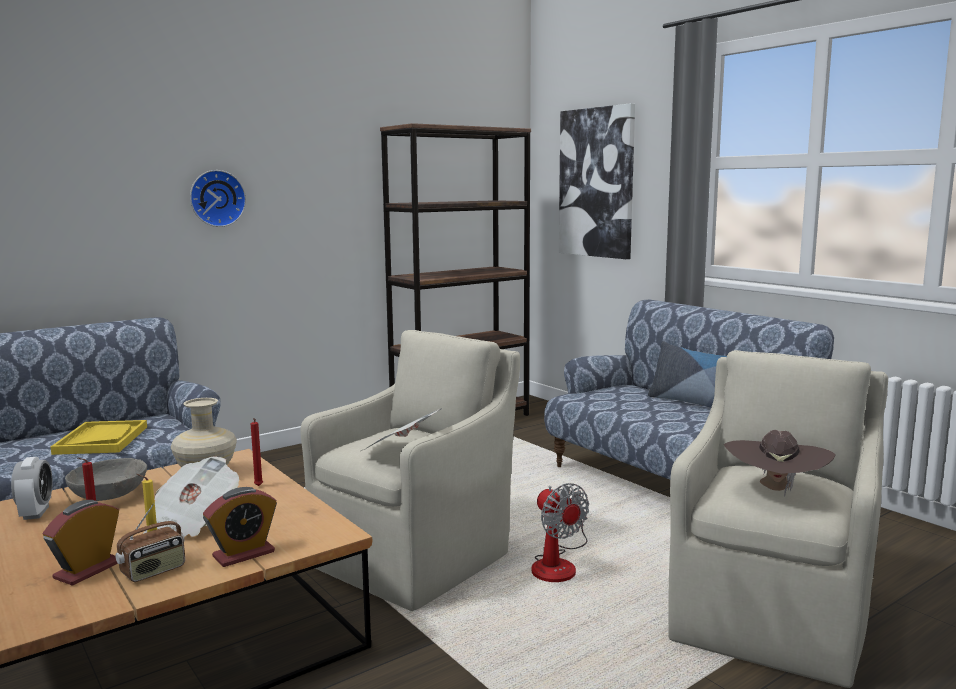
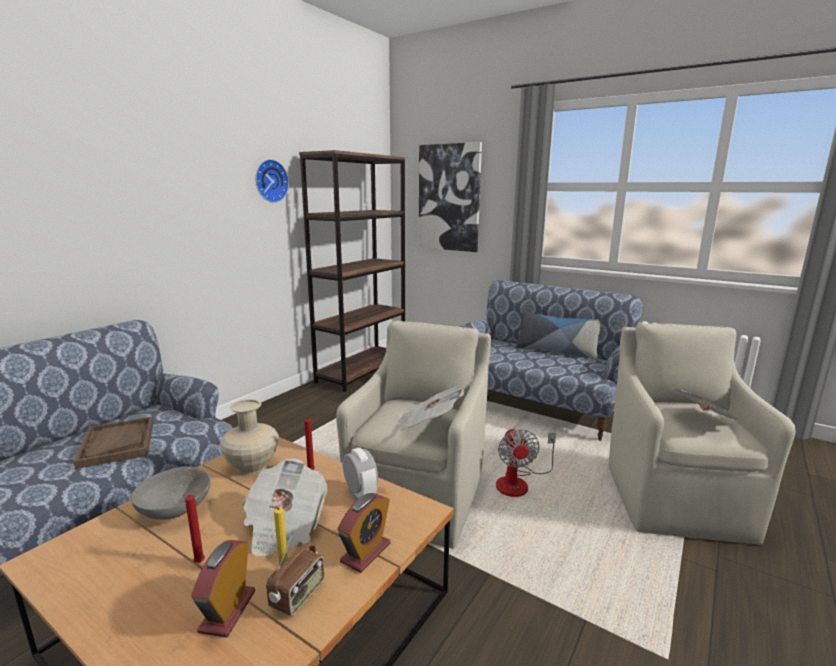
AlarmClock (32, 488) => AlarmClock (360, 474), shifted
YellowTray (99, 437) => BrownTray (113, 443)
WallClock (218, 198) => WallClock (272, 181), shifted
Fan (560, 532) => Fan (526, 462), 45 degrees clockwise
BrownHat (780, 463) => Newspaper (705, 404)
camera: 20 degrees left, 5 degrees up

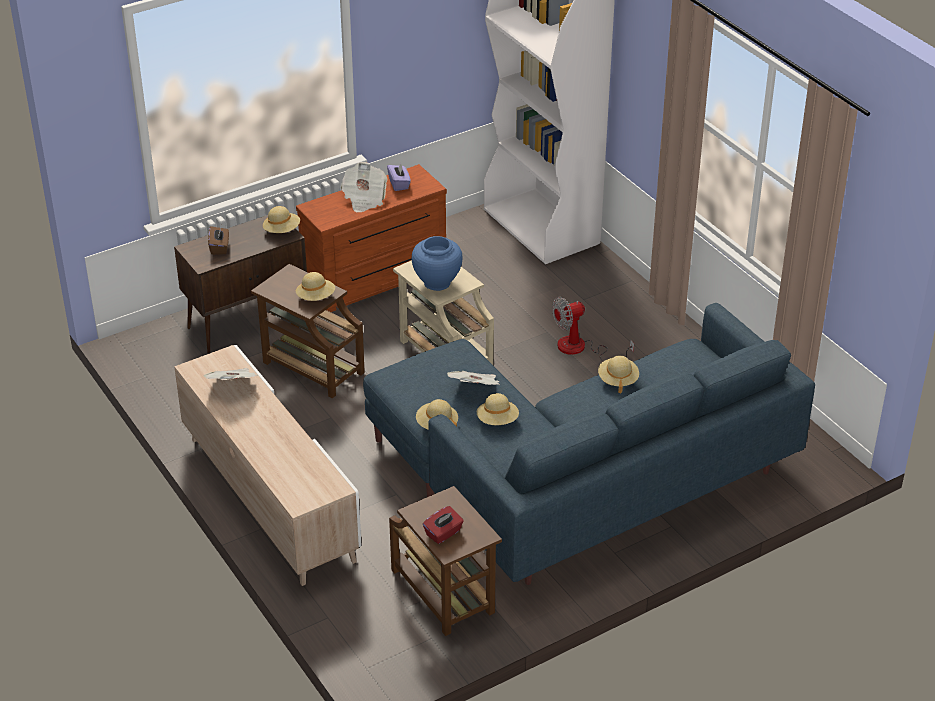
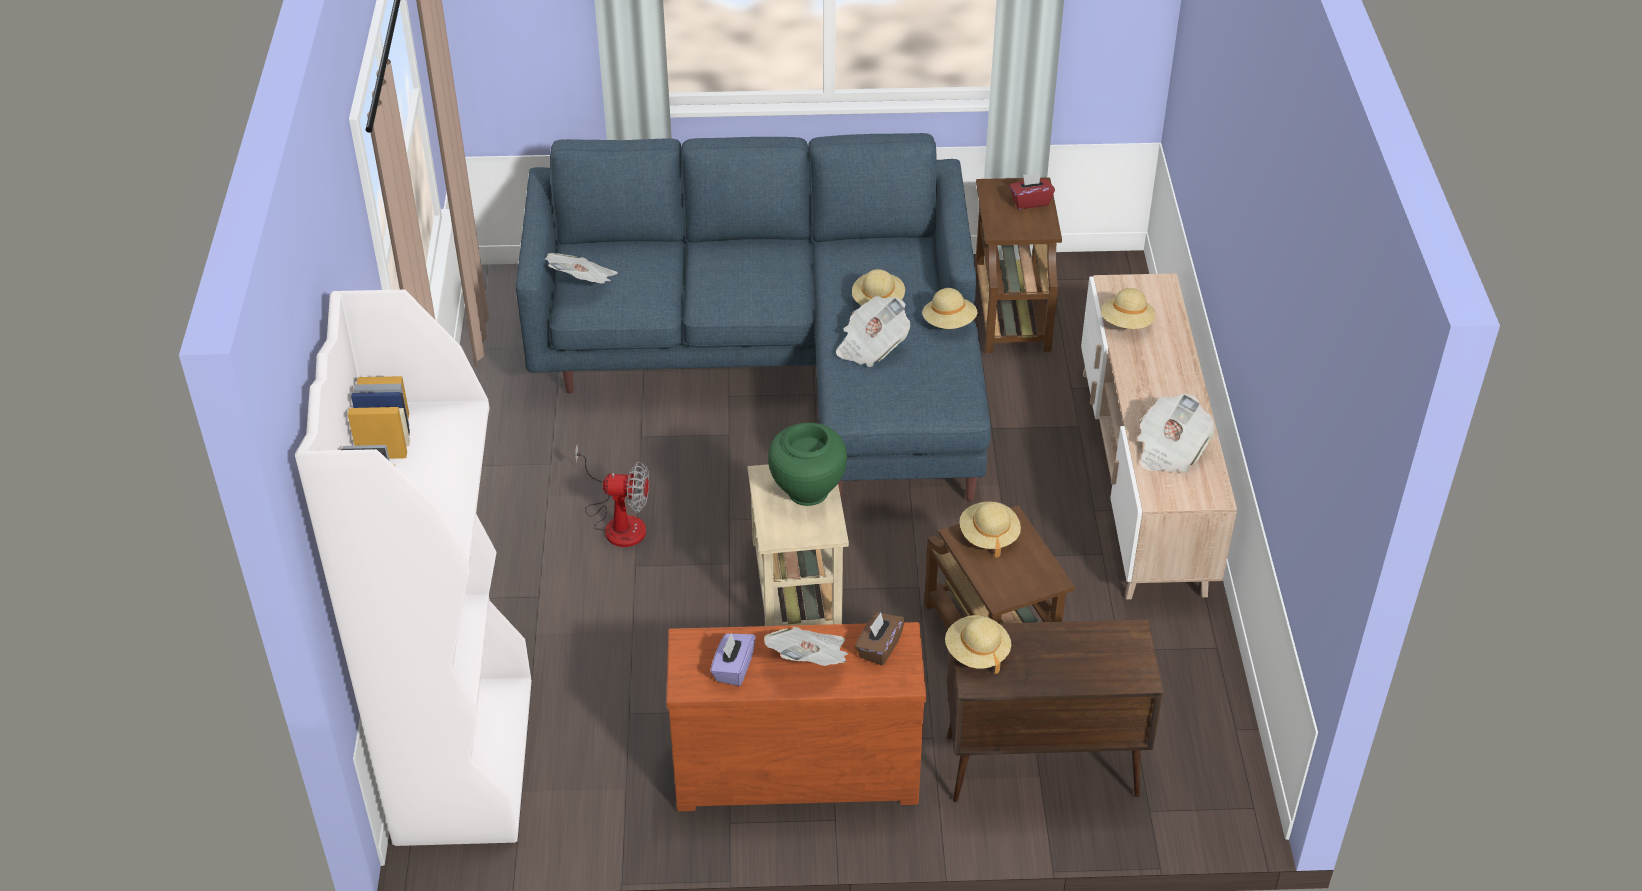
BrownTissueBox (218, 240) => BrownTissueBox (880, 638), shifted
BlueVase (437, 263) => GreenVase (807, 464)
BeigeHat (618, 374) => BeigeHat (1128, 308), shifted
nothing => Newspaper (581, 268)
camera: 150 degrees left, 5 degrees up

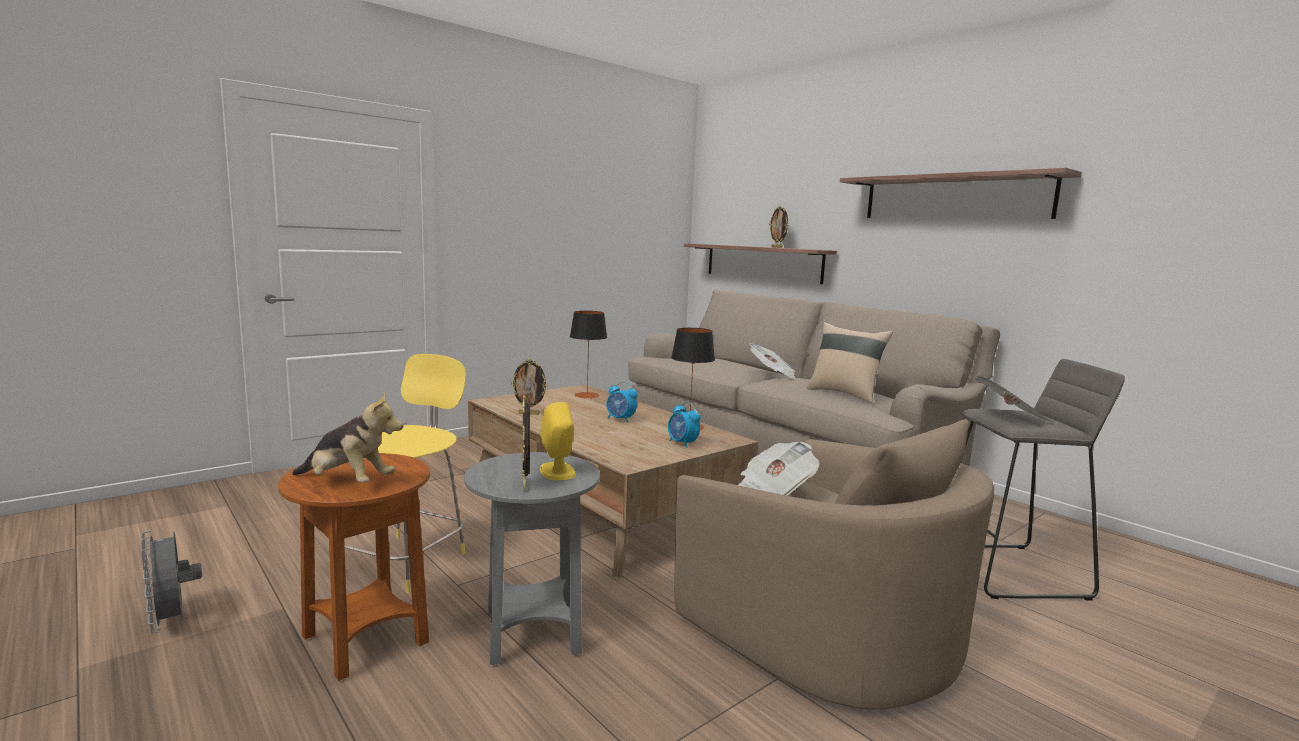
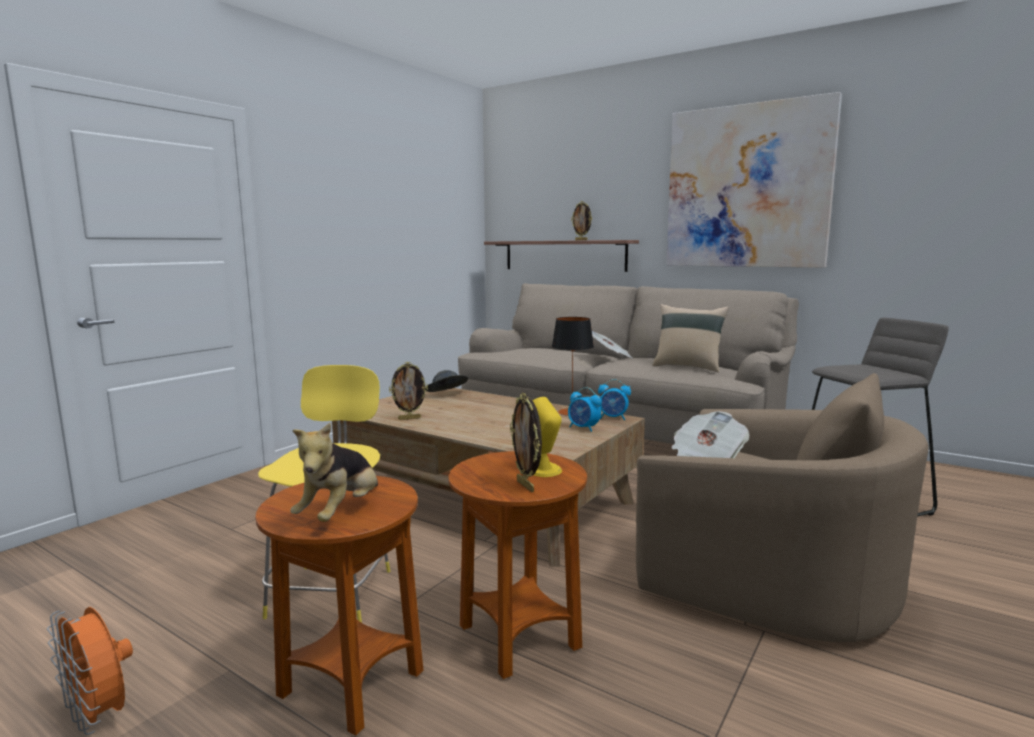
GreyFan (171, 581) => OrangeFan (90, 671)
PlushToy (347, 437) => PlushToy (334, 472), 105 degrees clockwise
GreySideTable (532, 558) => BrownSideTable (517, 565)
TableLamp (588, 354) => GreyHat (446, 381)
AlarmClock (622, 402) => AlarmClock (614, 399), shifted
Shelf (961, 193) => Picture (754, 180)
Newspaper (1013, 399) => nothing
camera: 15 degrees left, 0 degrees up

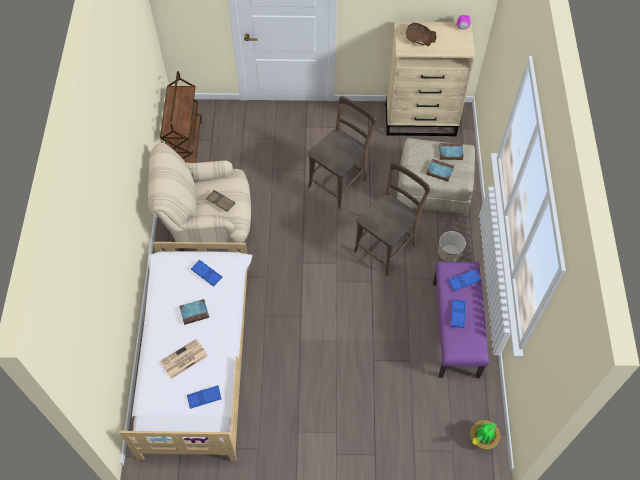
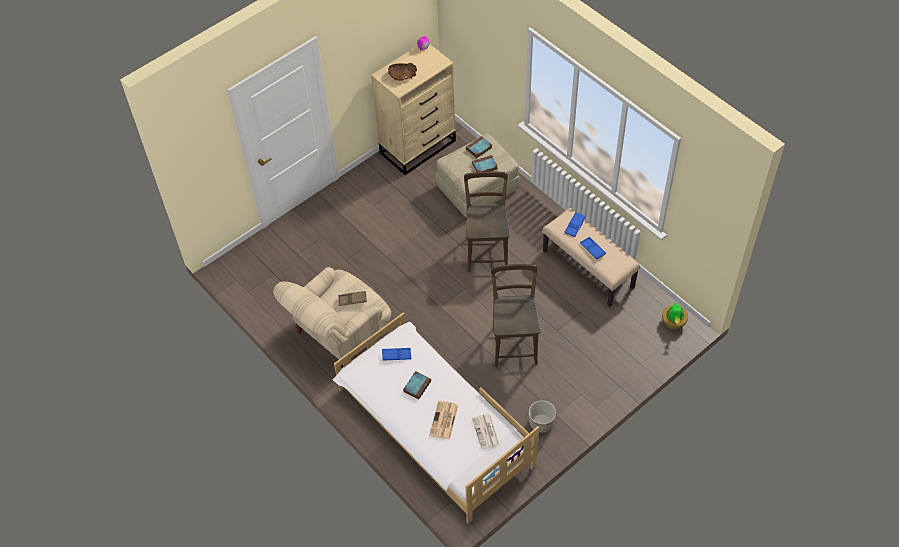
BrownCart (181, 117) => nothing
BlueTray (204, 397) => Newspaper (485, 431)
BrownChair (342, 152) => BrownChair (516, 315), shifted
PurpleBench (461, 319) => BeigeBench (591, 257)
Planter (452, 246) => Planter (542, 416), shifted
camera: 40 degrees left, 5 degrees down

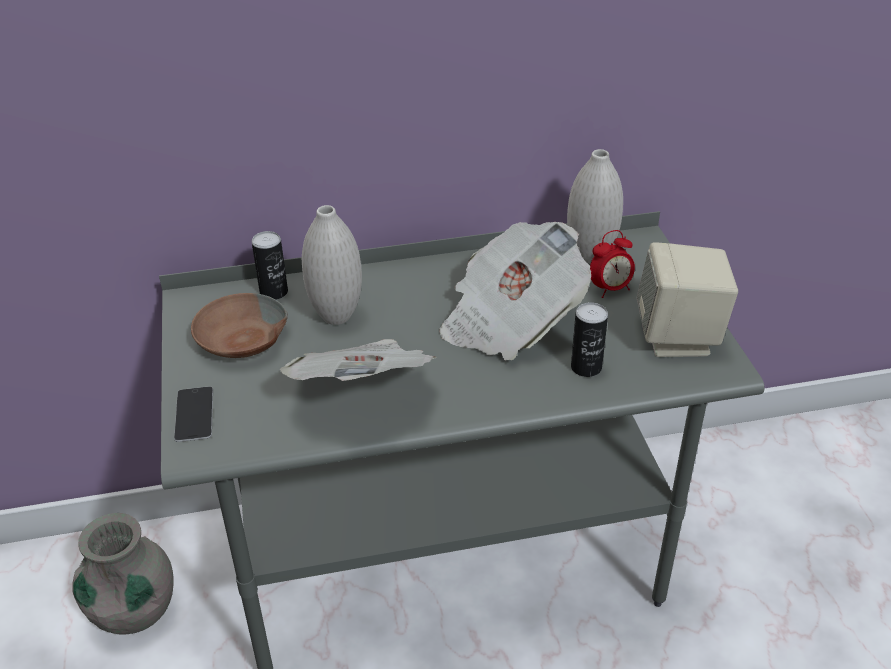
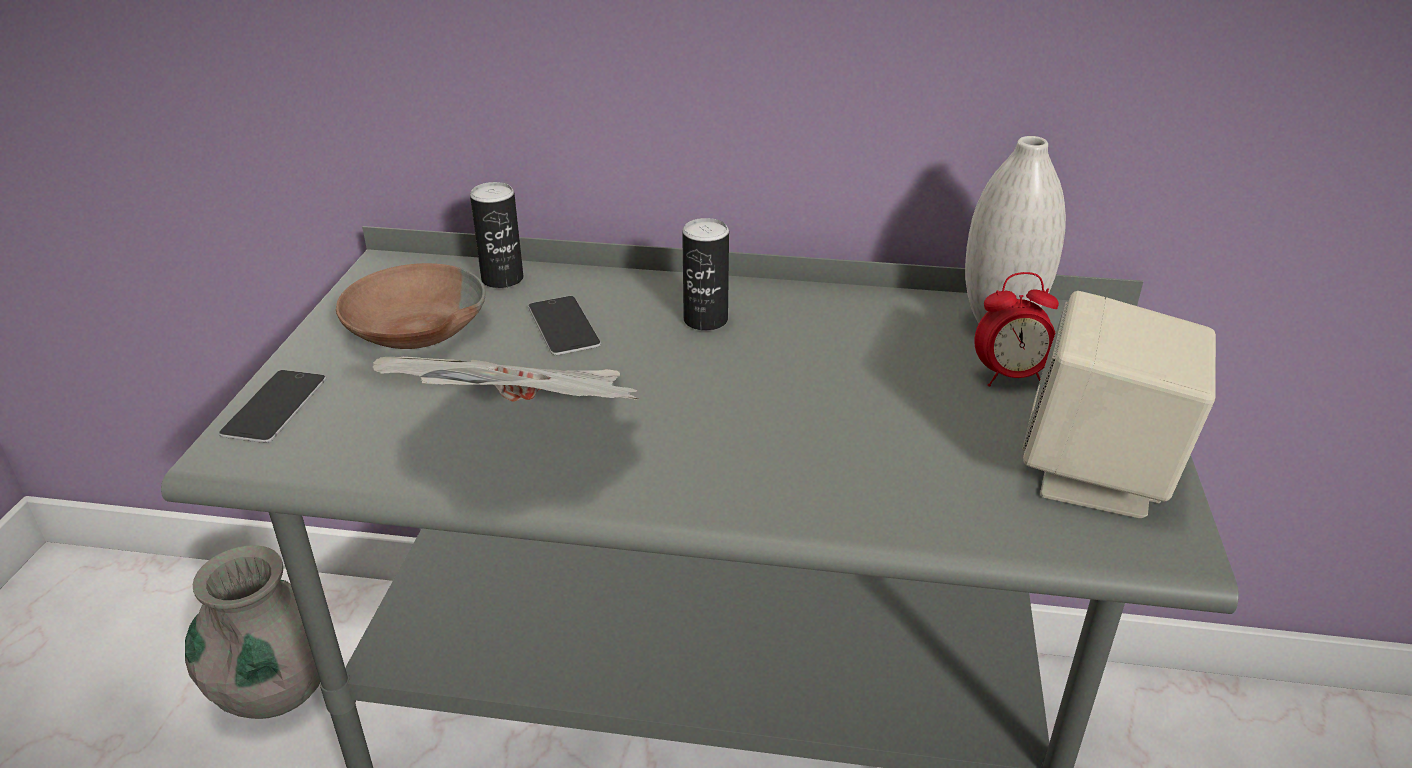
WhiteVase (332, 265) => Phone (564, 326)
Newspaper (515, 291) => nothing
Can (589, 339) => Can (705, 274), shifted
camera: 20 degrees right, 5 degrees down

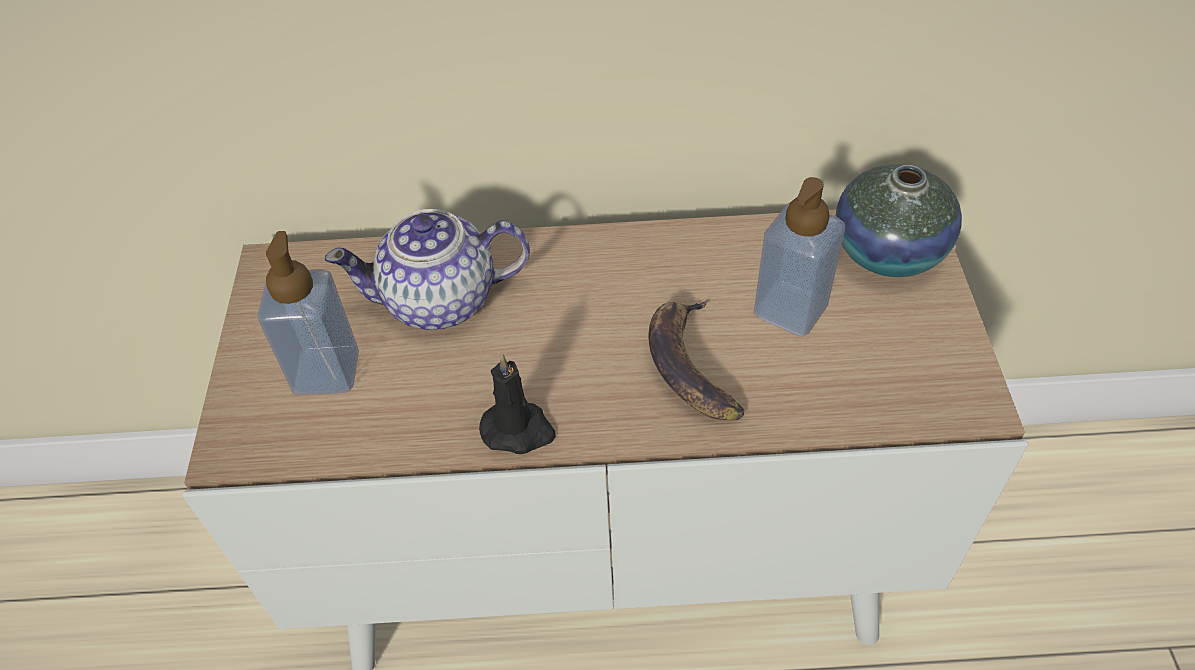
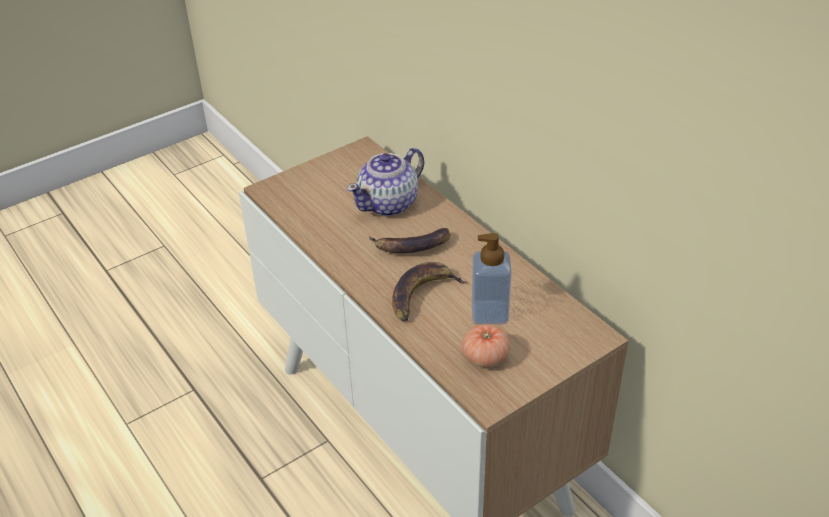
SoapDispenser (308, 313) => nothing
Teapot (427, 269) => Teapot (385, 182), 90 degrees counterclockwise
BlackCandle (517, 403) => nothing
Vase (899, 220) => nothing
nothing => Banana (409, 240)
nothing => Tomato (486, 346)
camera: 55 degrees right, 10 degrees down

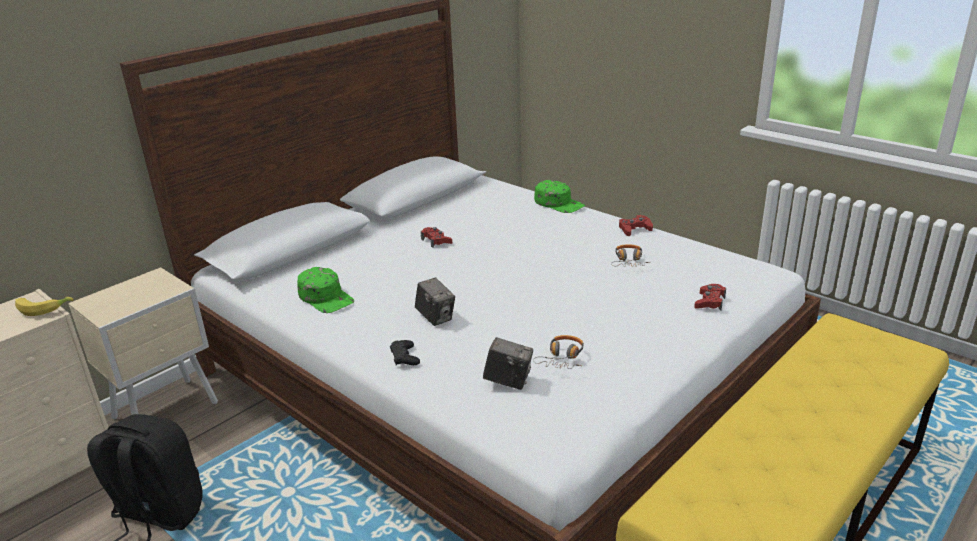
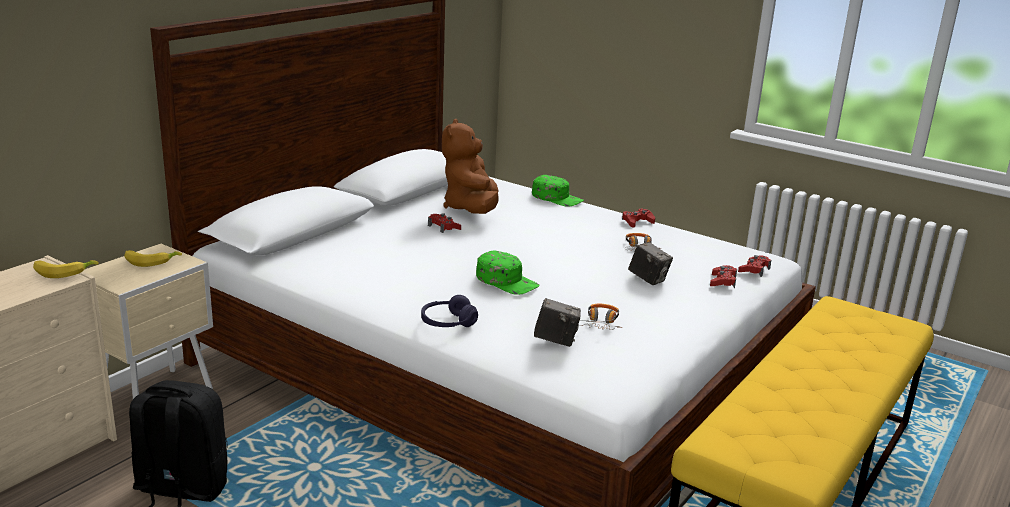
GreenCap (325, 290) => GreenCap (508, 273), shifted
BlackGameController (405, 352) => PurpleHeadphones (449, 311)
PhotoCamera (435, 302) => PhotoCamera (650, 263), shifted
nothing => Banana (153, 258)
nothing => BrownPlushToy (470, 166)
nothing => RedGameController (754, 266)
camera: 10 degrees left, 5 degrees down

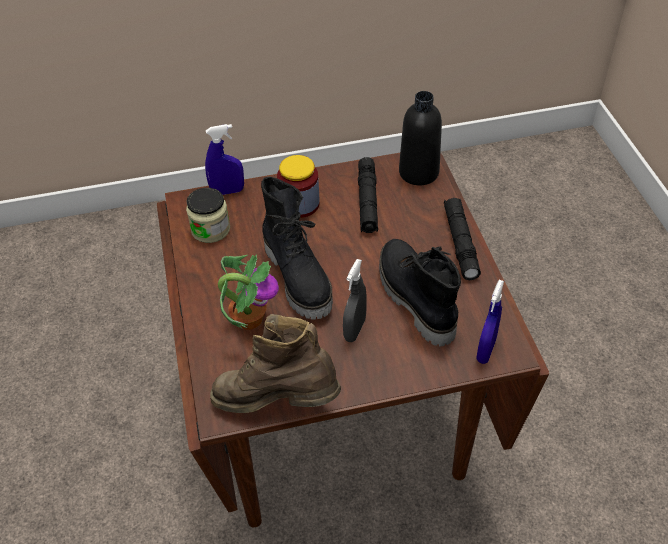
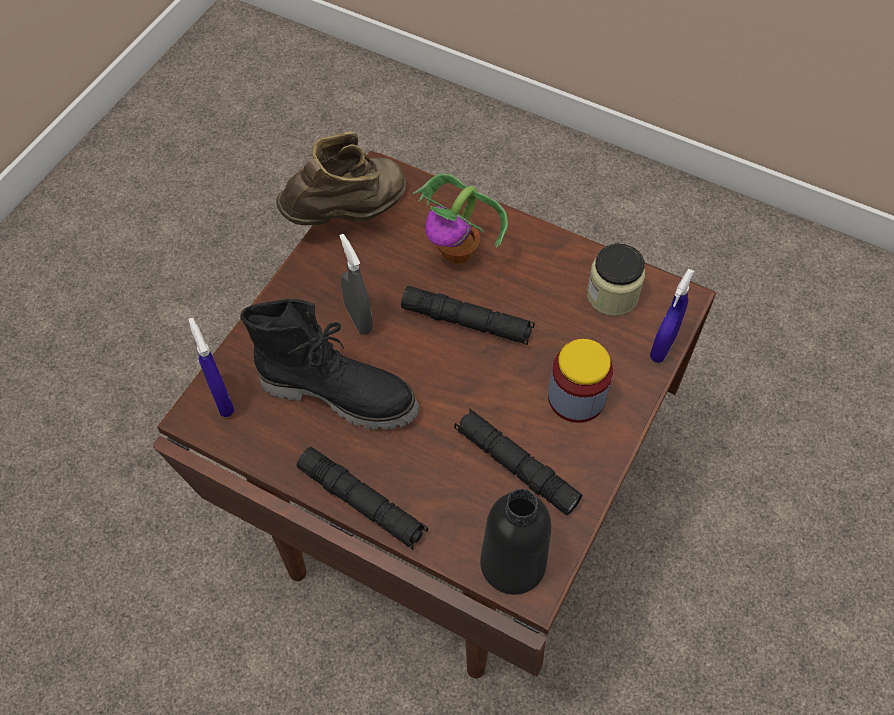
BlackBoot (297, 248) => BlackFlashlight (468, 315)
camera: 130 degrees right, 10 degrees up

